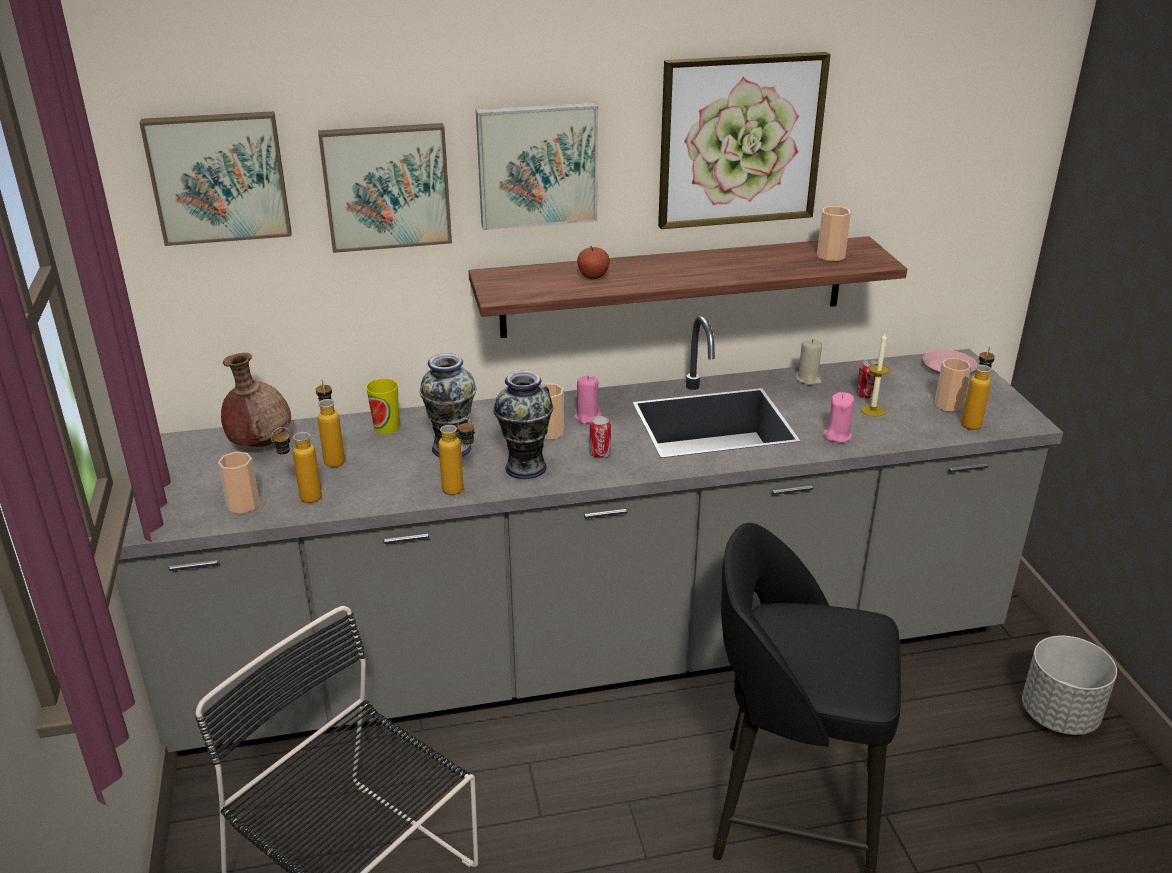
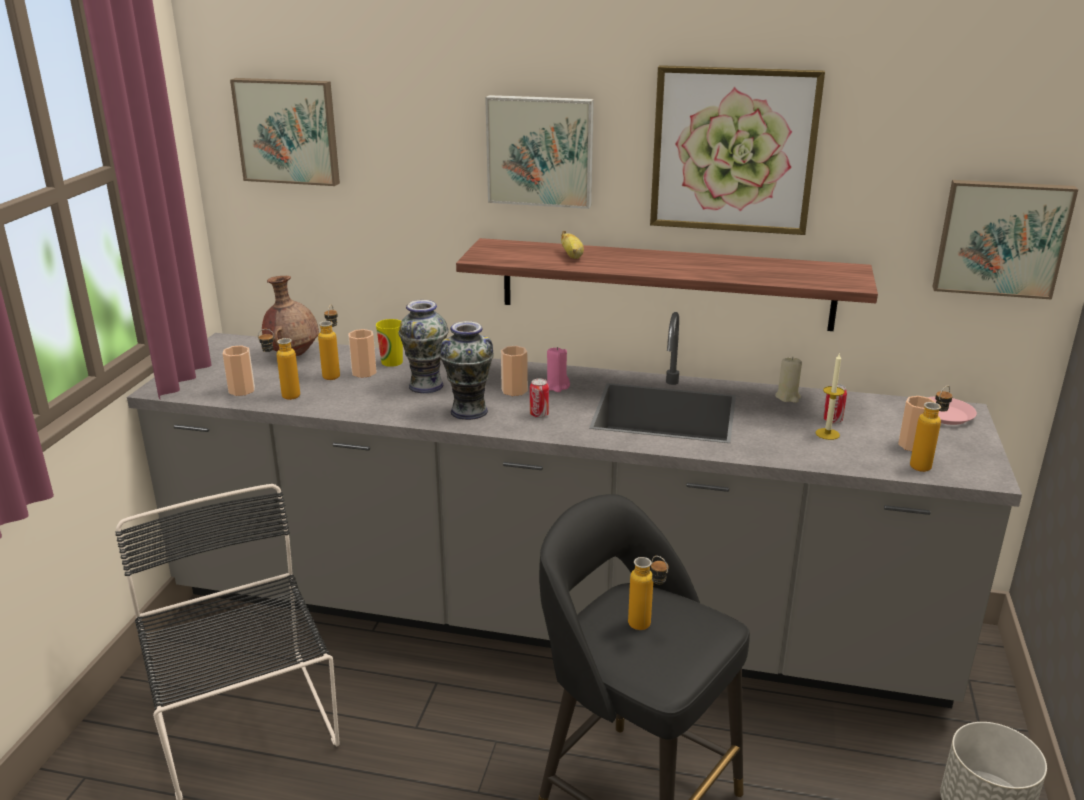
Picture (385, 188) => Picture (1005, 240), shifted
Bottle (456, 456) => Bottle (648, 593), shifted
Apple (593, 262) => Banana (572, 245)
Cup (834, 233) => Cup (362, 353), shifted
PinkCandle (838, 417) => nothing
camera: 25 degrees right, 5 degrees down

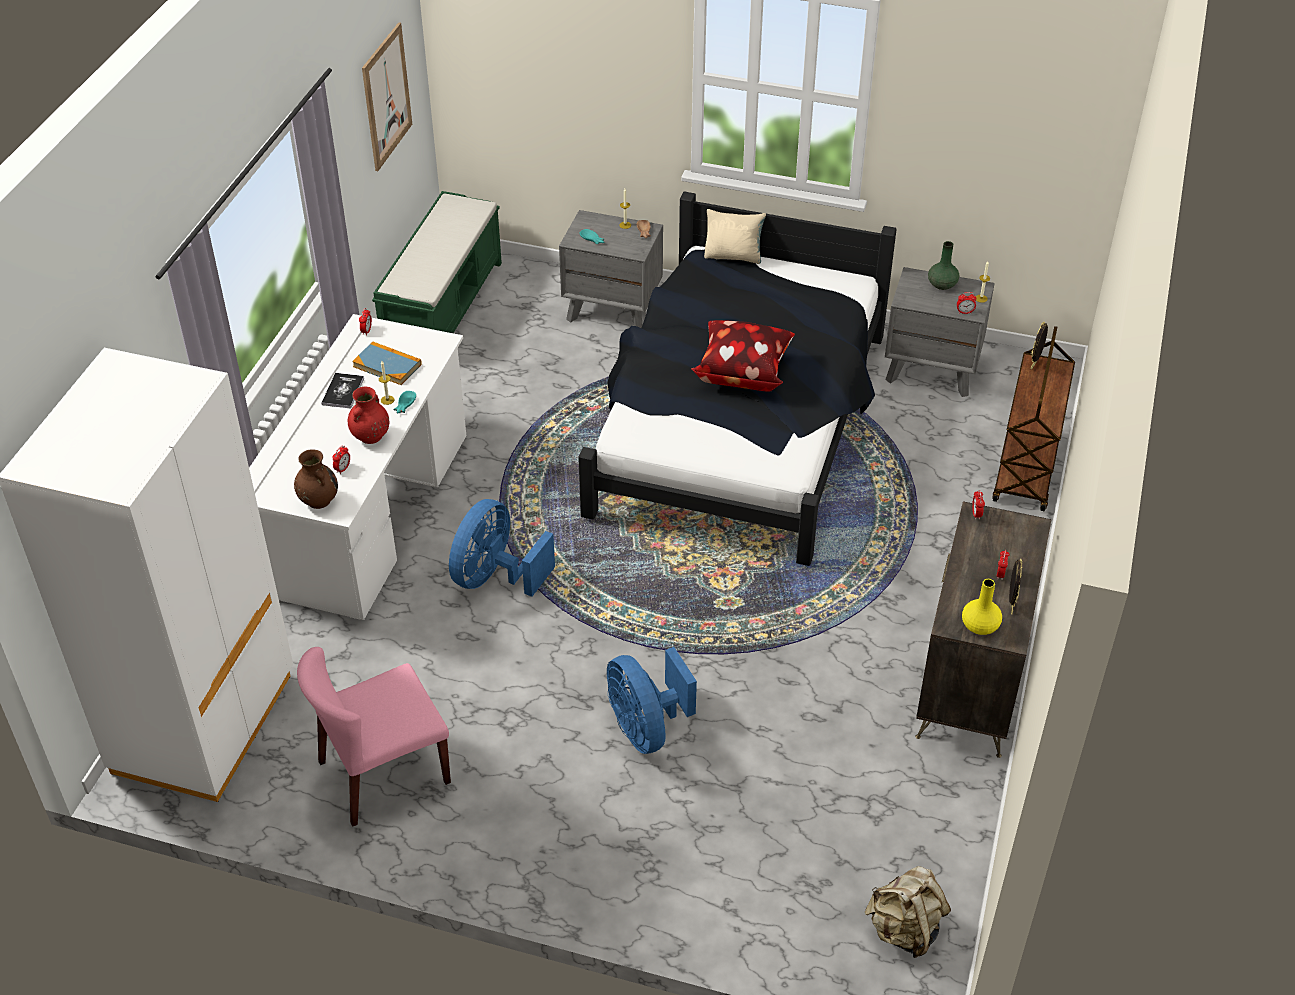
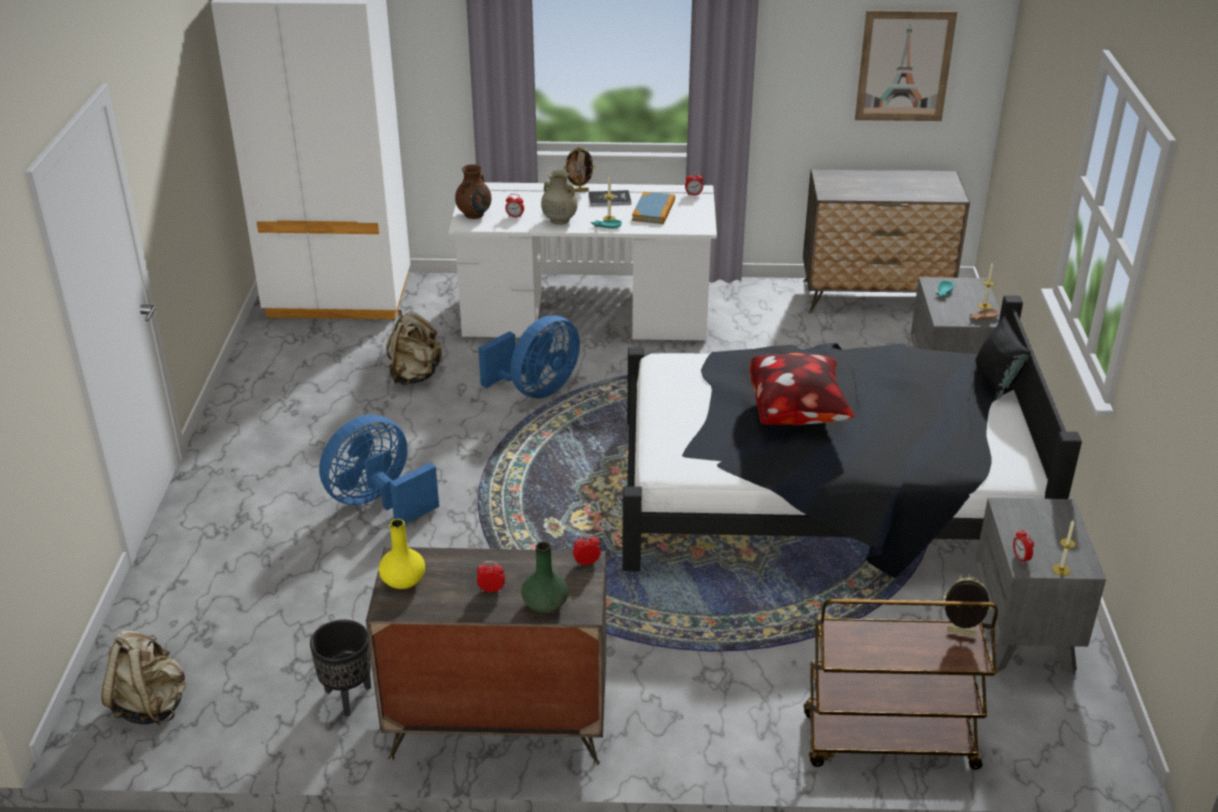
PinkChair (374, 737) => nothing
RedVase (368, 415) => BeigeVase (559, 197)
GreenBench (437, 262) => Dresser (886, 241)
BlueFan (502, 548) => BlueFan (529, 357), 120 degrees clockwise
BeigePillow (735, 236) => BlackPillow (1003, 358)
GreenVase (943, 265) => GreenVase (544, 577), shifted
PictureFrame (1015, 586) => PictureFrame (579, 169), shifted
nothing => BlackPlanter (340, 668)
nothing => BeigeBackpack (414, 348)
camera: 75 degrees right, 10 degrees down

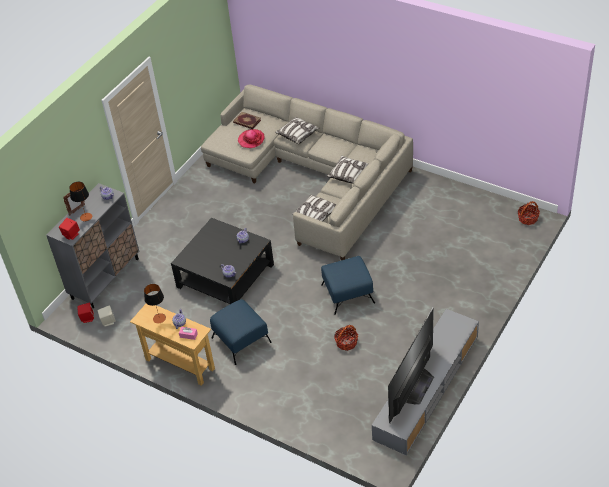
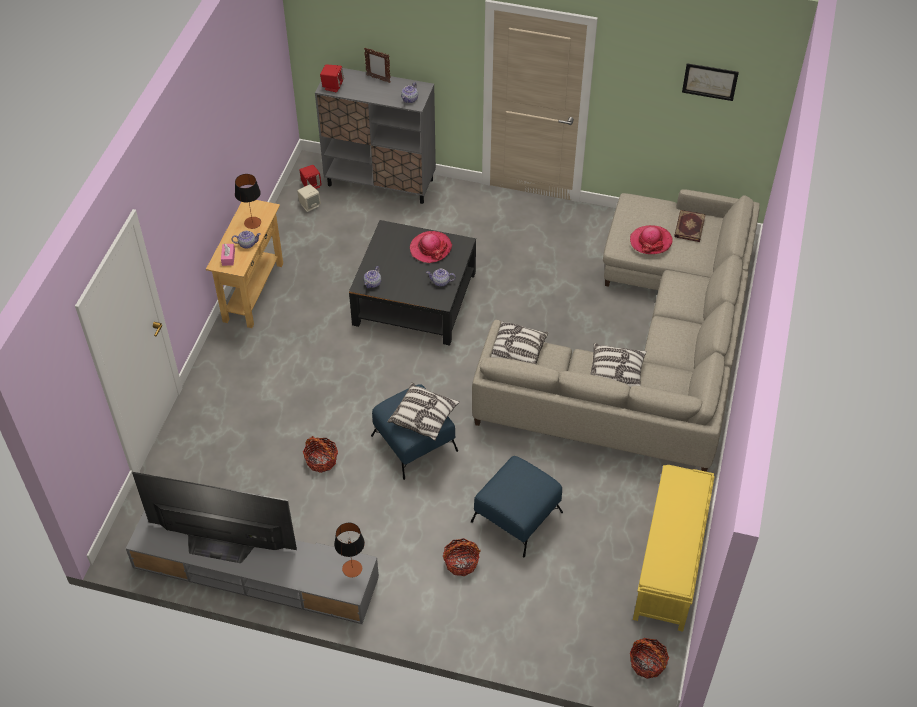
TableLamp (80, 201) => TableLamp (349, 550), shifted
BlueOttoman (241, 332) => BlueOttoman (517, 506), shifted
Pillow (297, 130) => Pillow (424, 412), shifted
nothing => Hat (431, 247)
nothing => Basket (462, 557)
nothing => YellowBench (674, 548)
nothing => Picture (710, 82)
camera: 70 degrees right, 5 degrees up

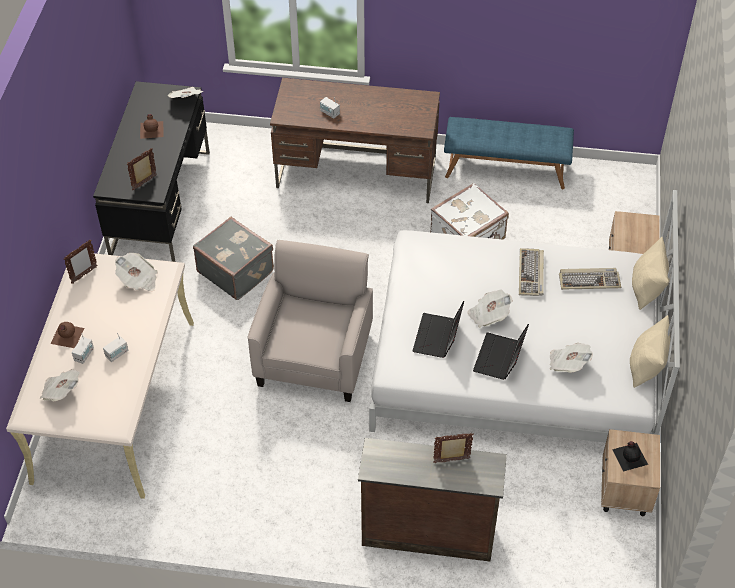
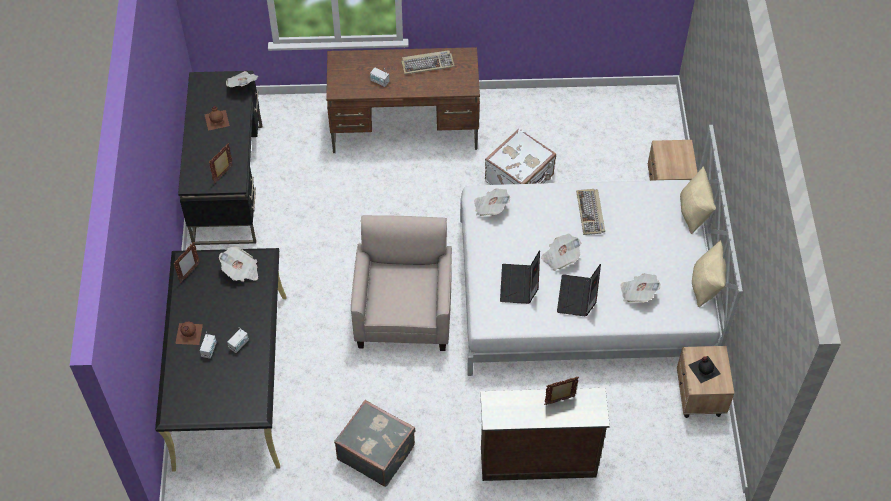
BeigeDesk (100, 376) => BlackDesk (220, 360)
Newspaper (60, 385) => Newspaper (492, 202), shifted
GreySuitcase (233, 258) => GreySuitcase (375, 443), shifted
BlueBench (509, 153) => nothing
Keyboard (590, 279) => Keyboard (428, 62), shifted
camera: 10 degrees left, 5 degrees up

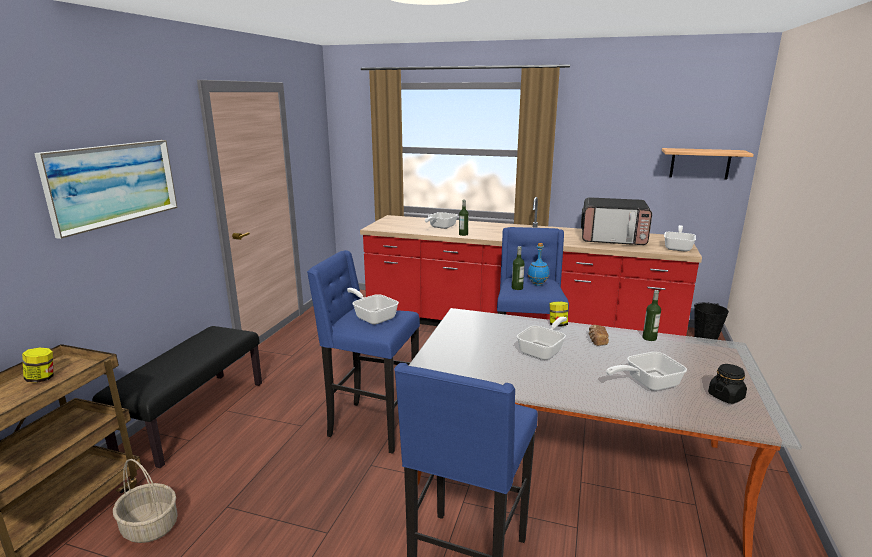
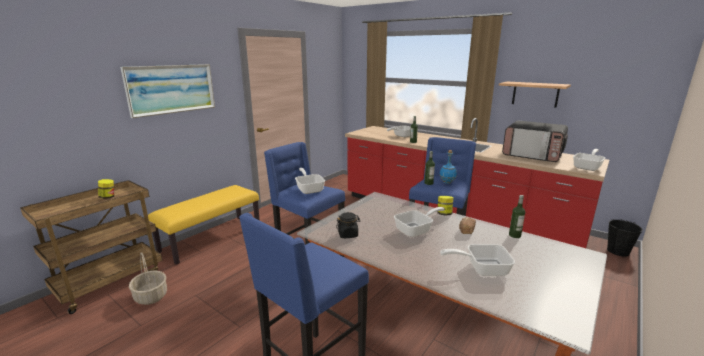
BlackBench (177, 397) => YellowBench (203, 225)
Shelf (708, 163) => Shelf (535, 95), shifted
BlackJar (727, 384) => BlackJar (348, 225), shifted
camera: 20 degrees right, 0 degrees up

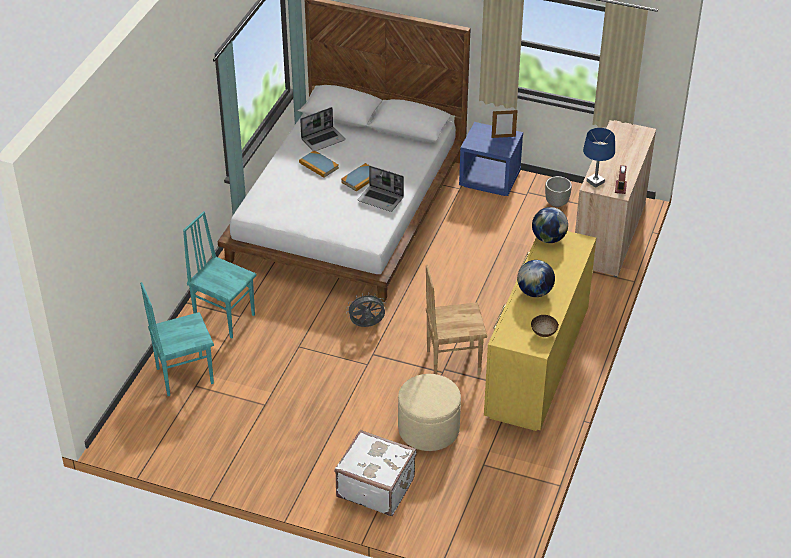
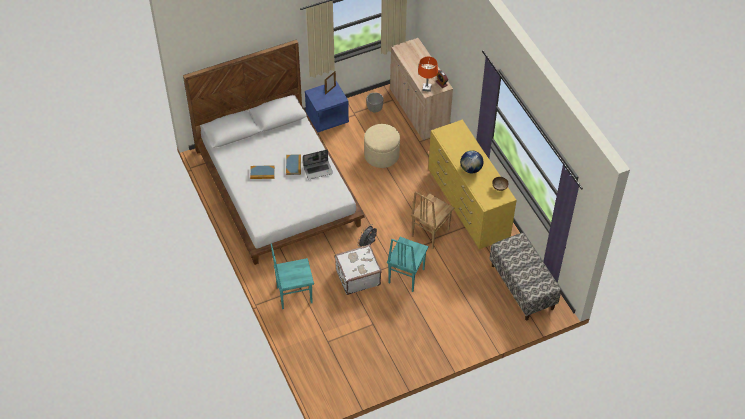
TurquoiseChair (177, 339) => TurquoiseChair (408, 264), shifted
Laptop (323, 129) => nothing
WhiteSuitcase (376, 473) => WhiteSuitcase (358, 269), shifted
BeigeOttoman (429, 412) => BeigeOttoman (382, 146), shifted
Globe (550, 225) => nothing
BlueTableLamp (599, 158) => OrangeTableLamp (428, 74)
nothing => Bench (525, 276)
camera: 45 degrees left, 10 degrees up

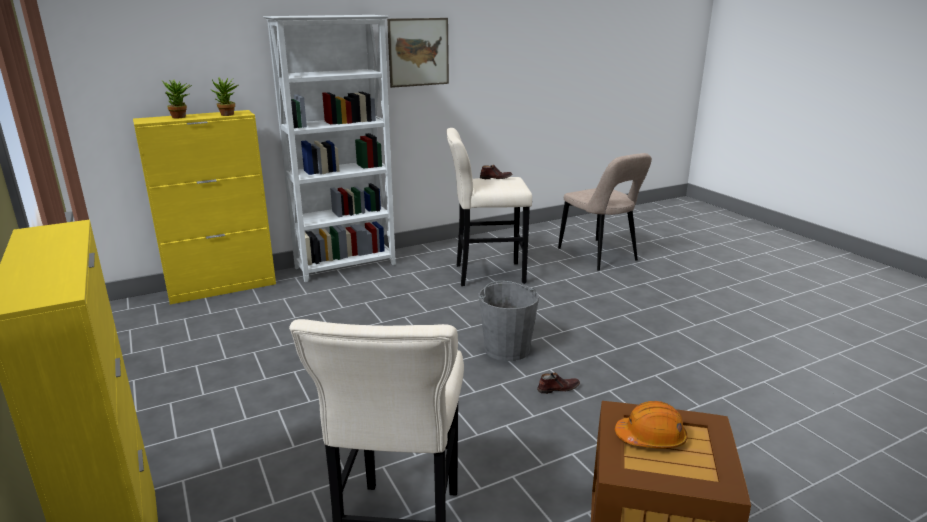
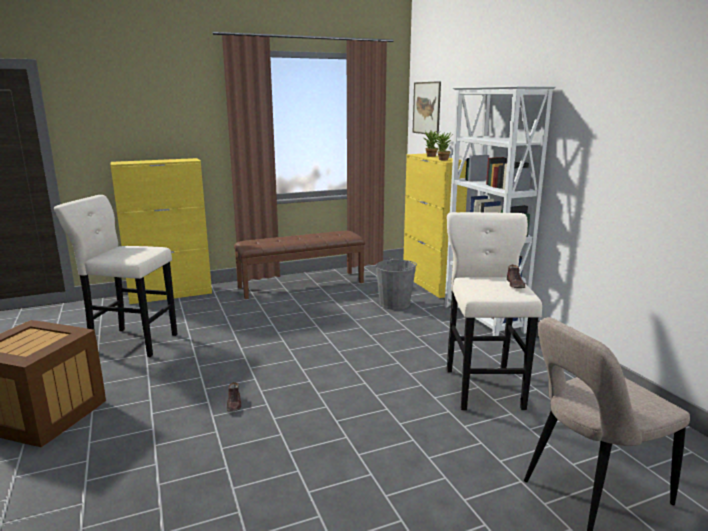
Picture (418, 53) => Picture (426, 108), shifted
GreyBucket (509, 321) => GreyBucket (396, 284), shifted
OrangeHardHat (651, 425) => nothing
nothing => BrownBench (299, 265)
camera: 95 degrees right, 5 degrees down

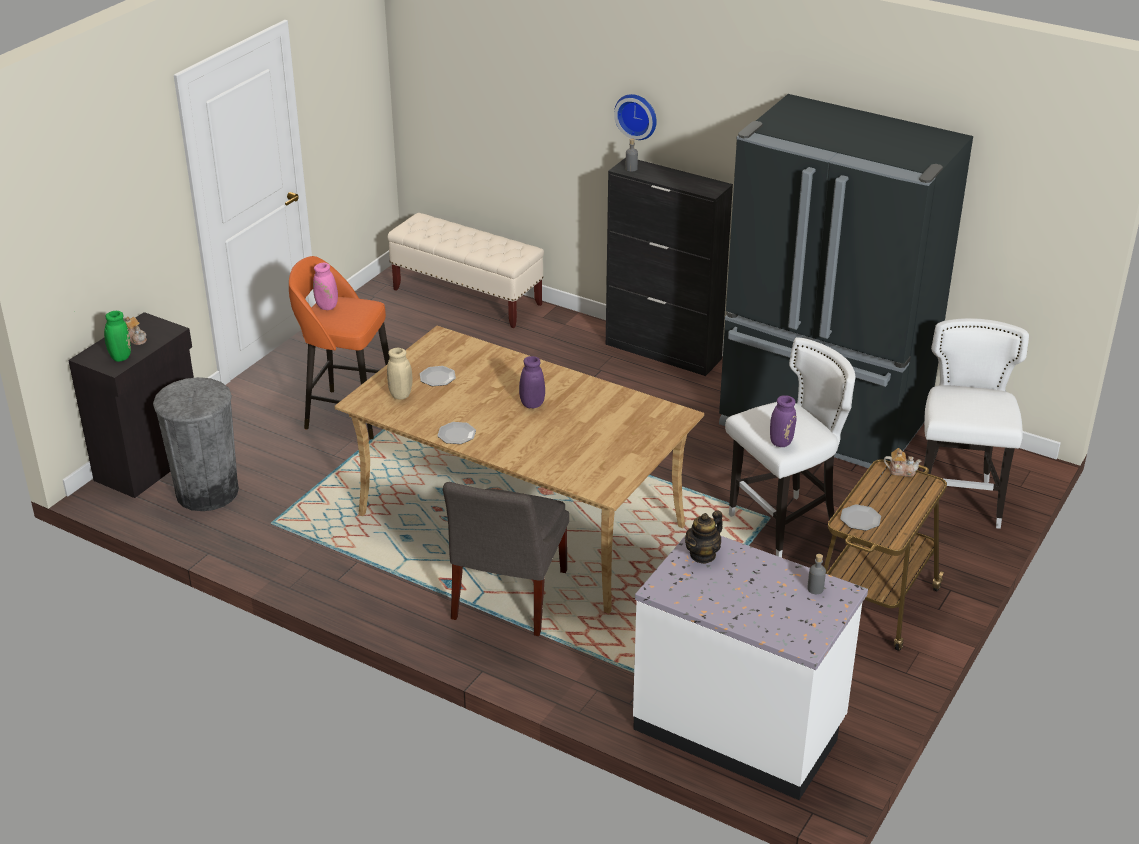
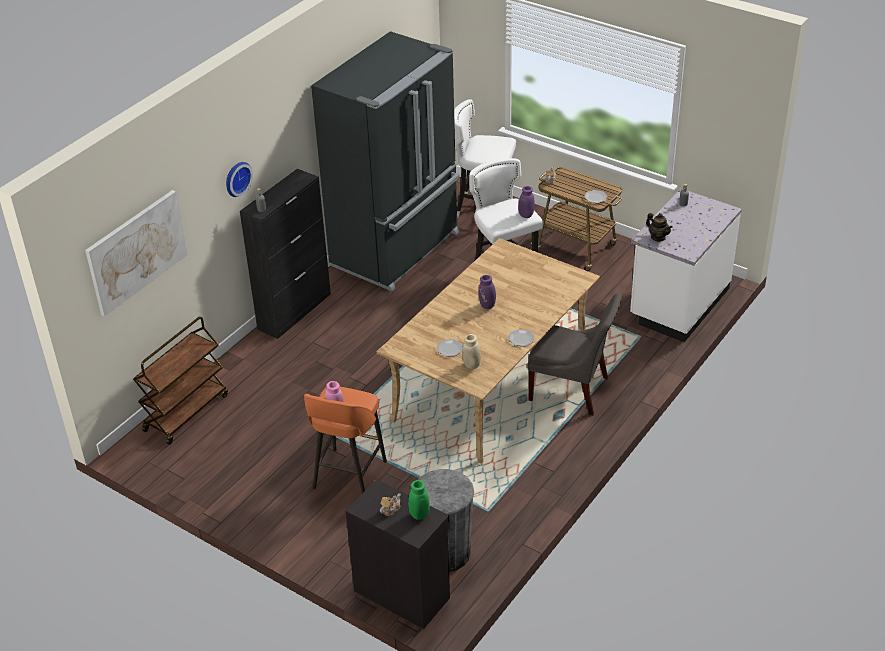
BeigeBench (466, 270) => BrownCart (180, 380)
nothing => Picture (136, 253)
camera: 85 degrees left, 5 degrees up

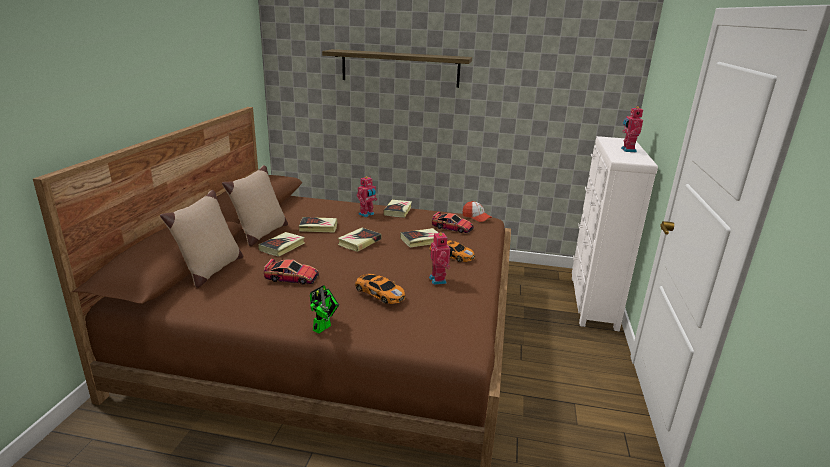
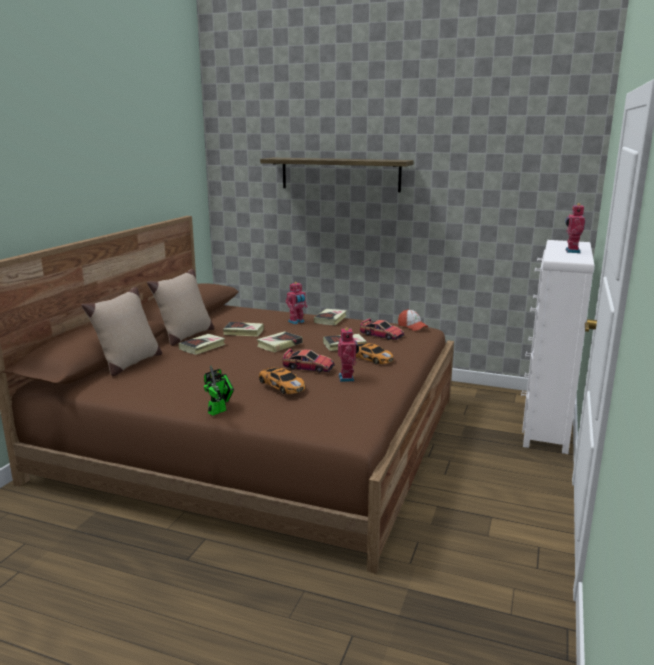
ToyCar (291, 272) => ToyCar (309, 361), shifted
camera: 10 degrees right, 5 degrees down

